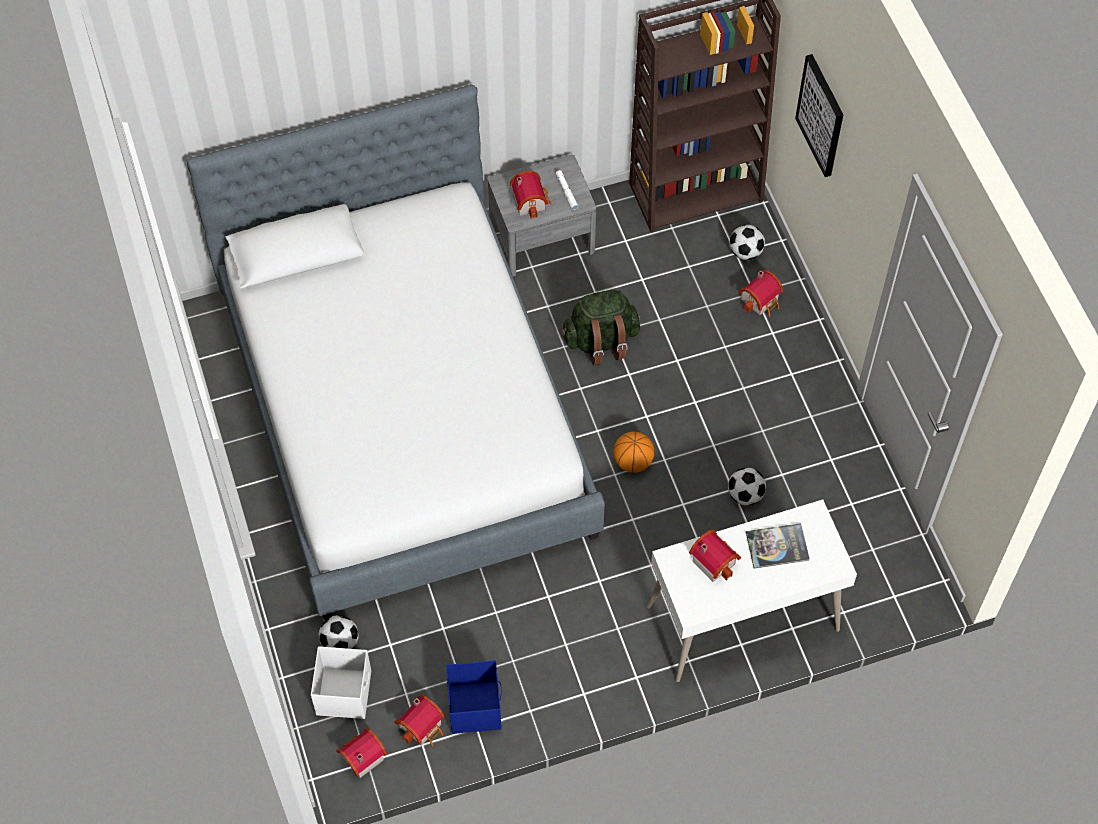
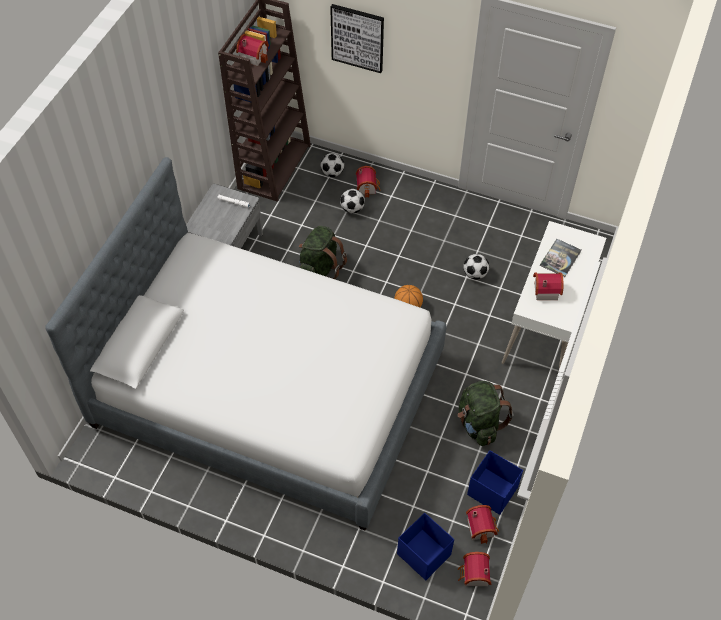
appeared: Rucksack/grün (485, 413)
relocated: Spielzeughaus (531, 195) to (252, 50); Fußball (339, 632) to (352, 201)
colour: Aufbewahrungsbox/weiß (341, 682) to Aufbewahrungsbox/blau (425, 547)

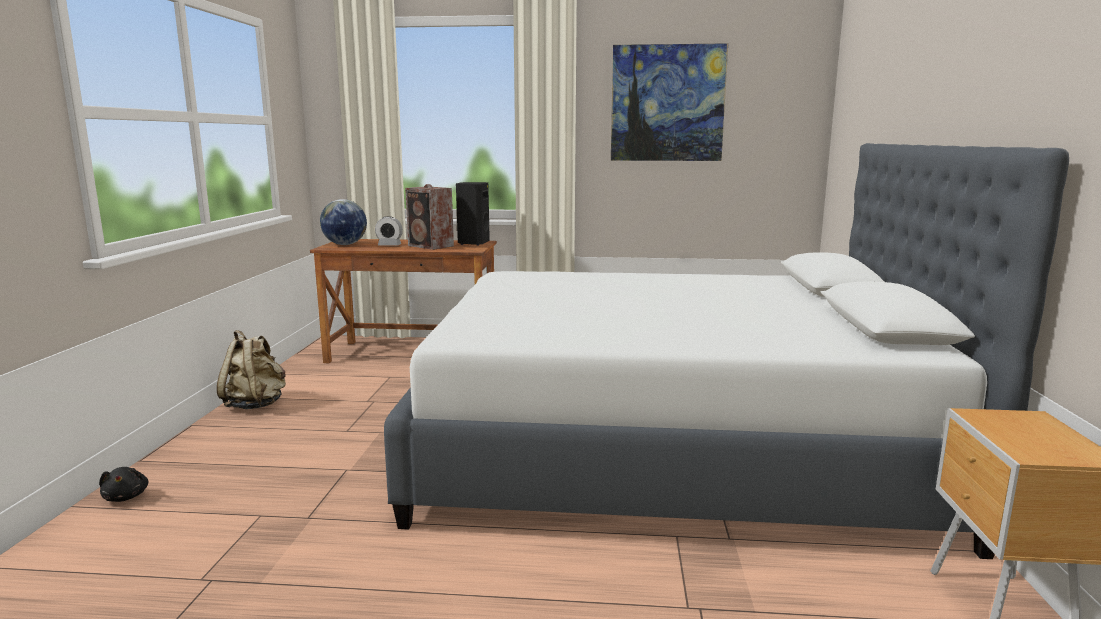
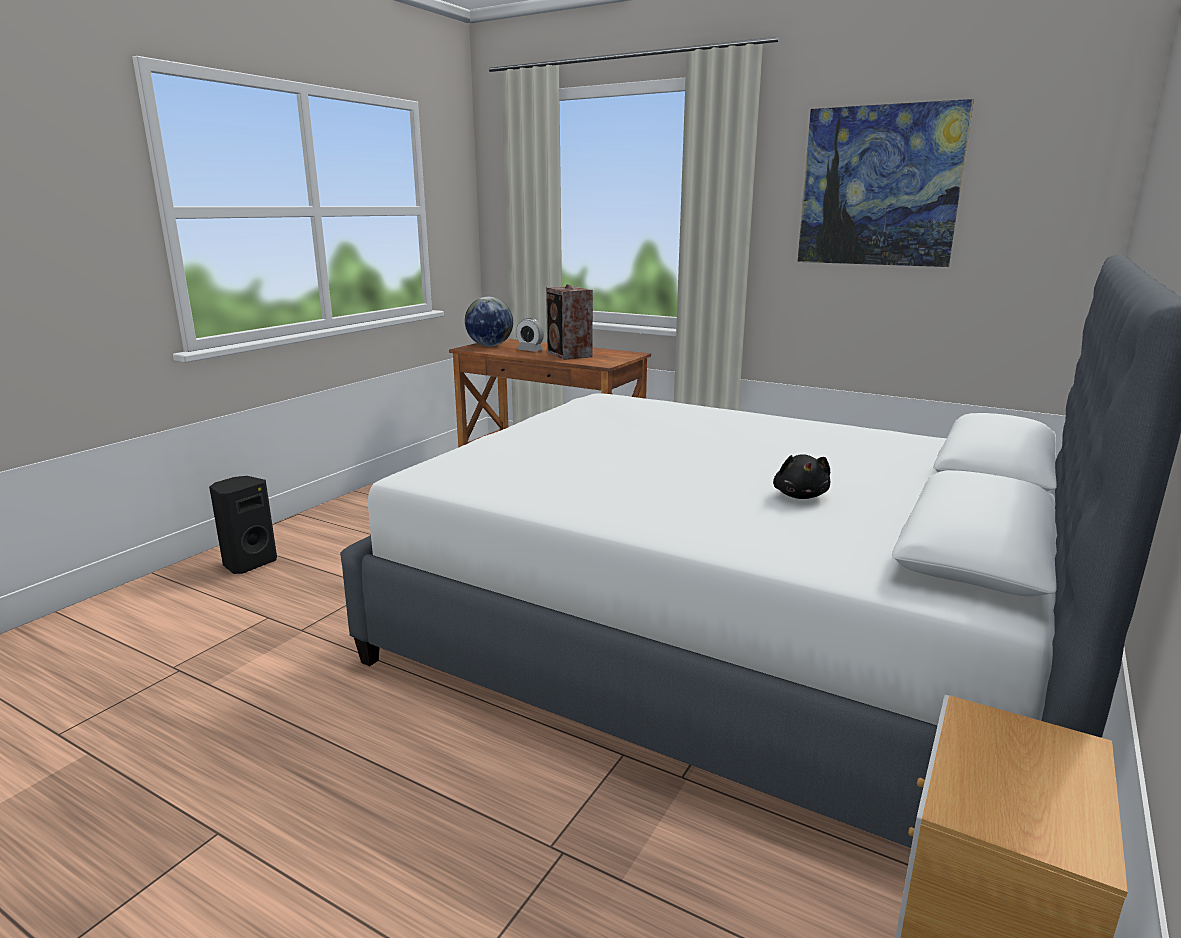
missing: Rucksack/beige (251, 369)
relocated: Lautsprecher/schwarz (473, 214) to (243, 525); Plüschtier/schwarz (123, 484) to (801, 476)

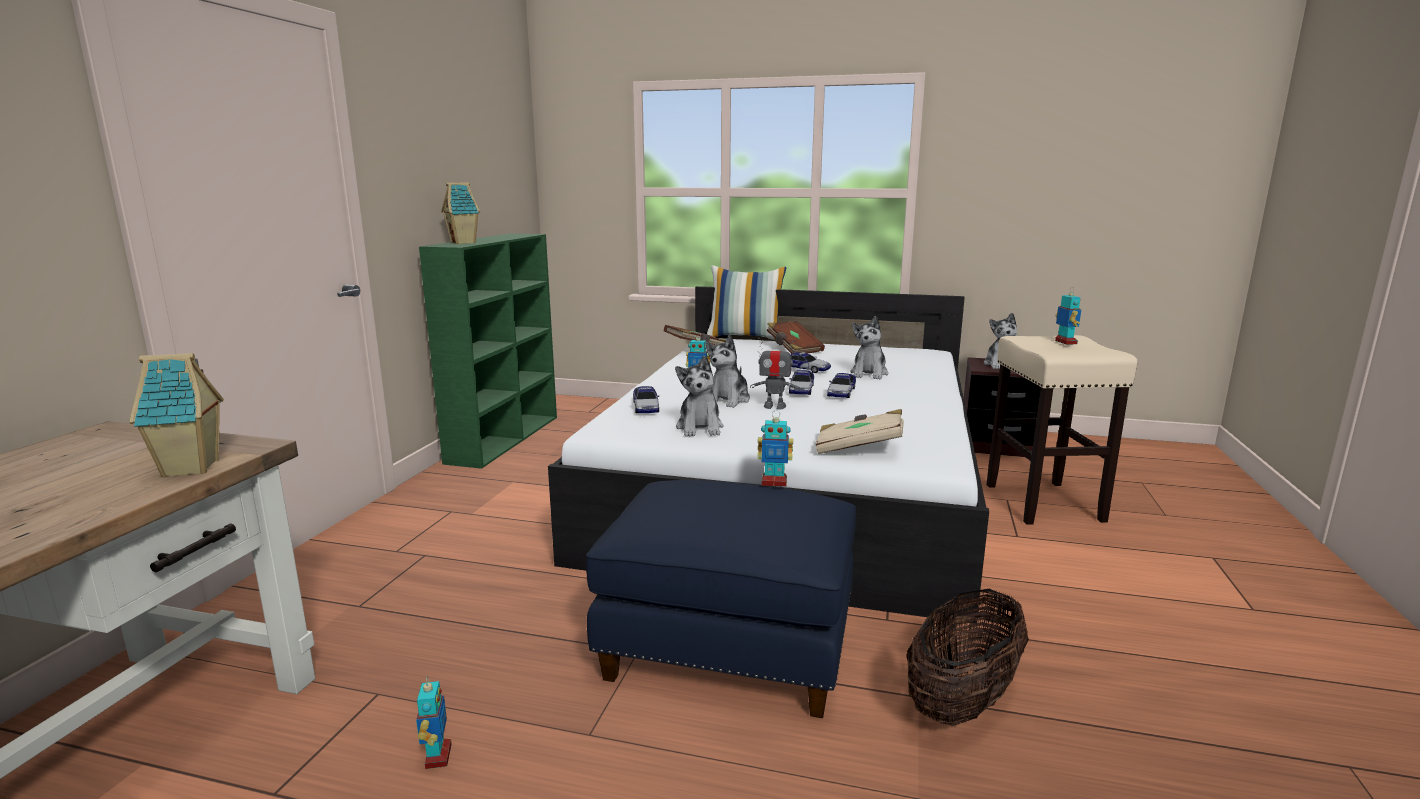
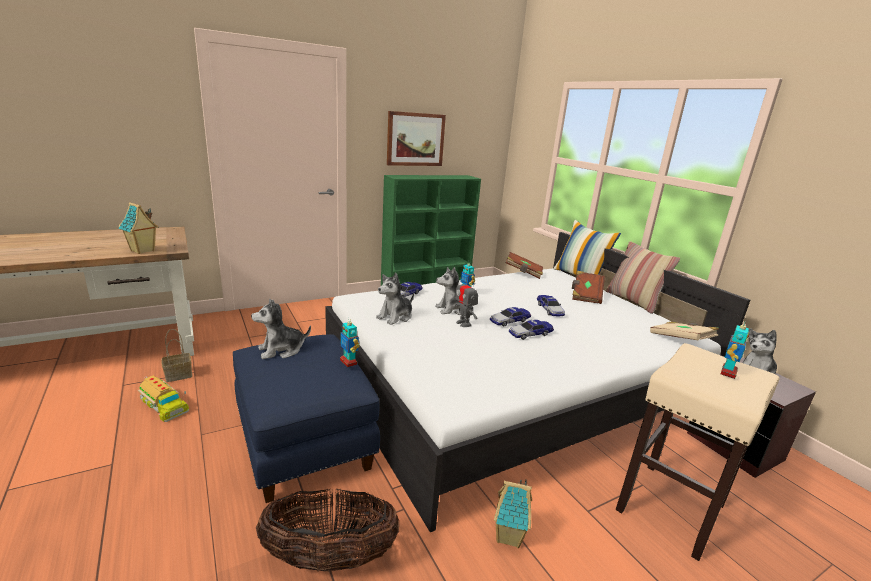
appeared: Korb (176, 355); Bild (416, 138); Kissen (642, 277)
relocated: Plüschtier (869, 347) to (281, 329); Spielzeughaus (460, 213) to (513, 513); Buch/beige (860, 431) to (684, 331)
exchanged: Spielzeugroboter (434, 722) to Spielzeuglaster (163, 398)

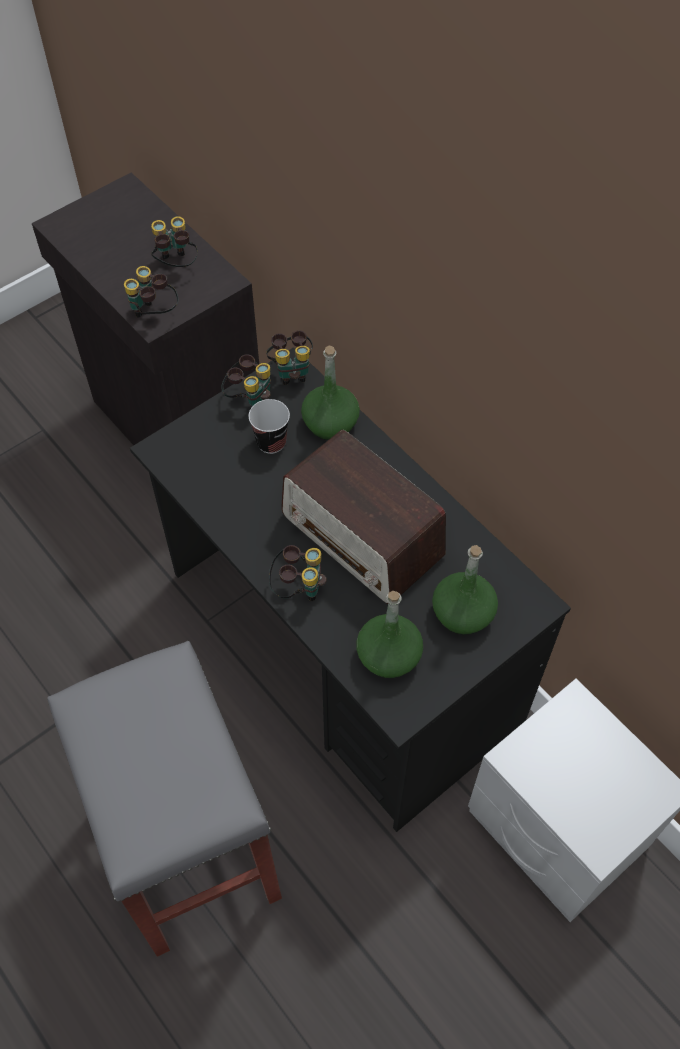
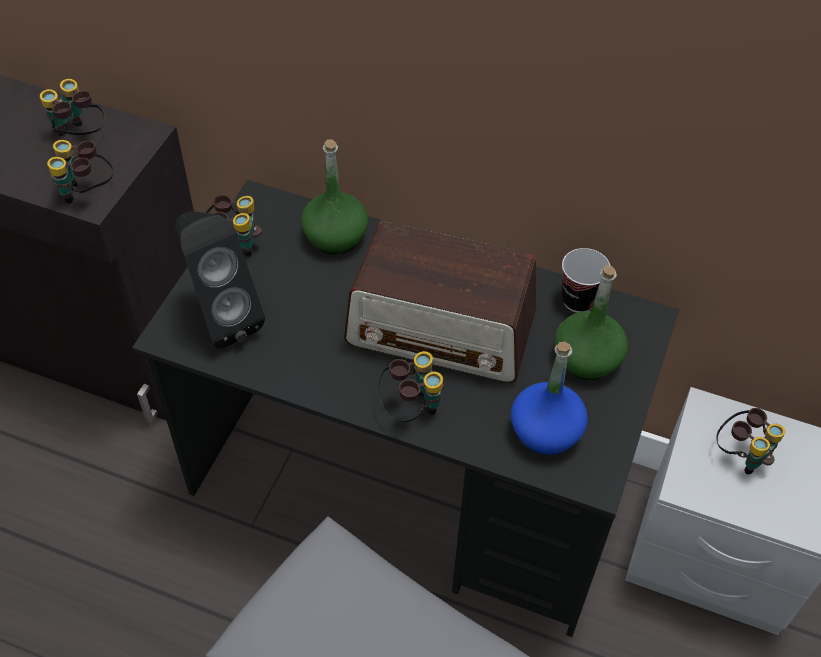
appeared: Lautsprecher/schwarz (220, 280)
relocated: Tasse (269, 426) to (586, 280); Fernglas (289, 357) to (750, 441)
colour: Flasche/grün (389, 634) to Flasche/blau (549, 398)

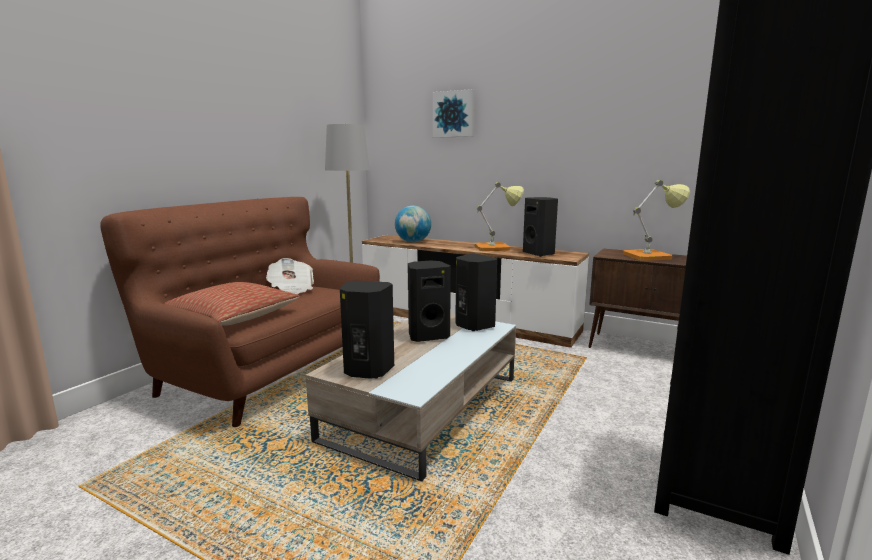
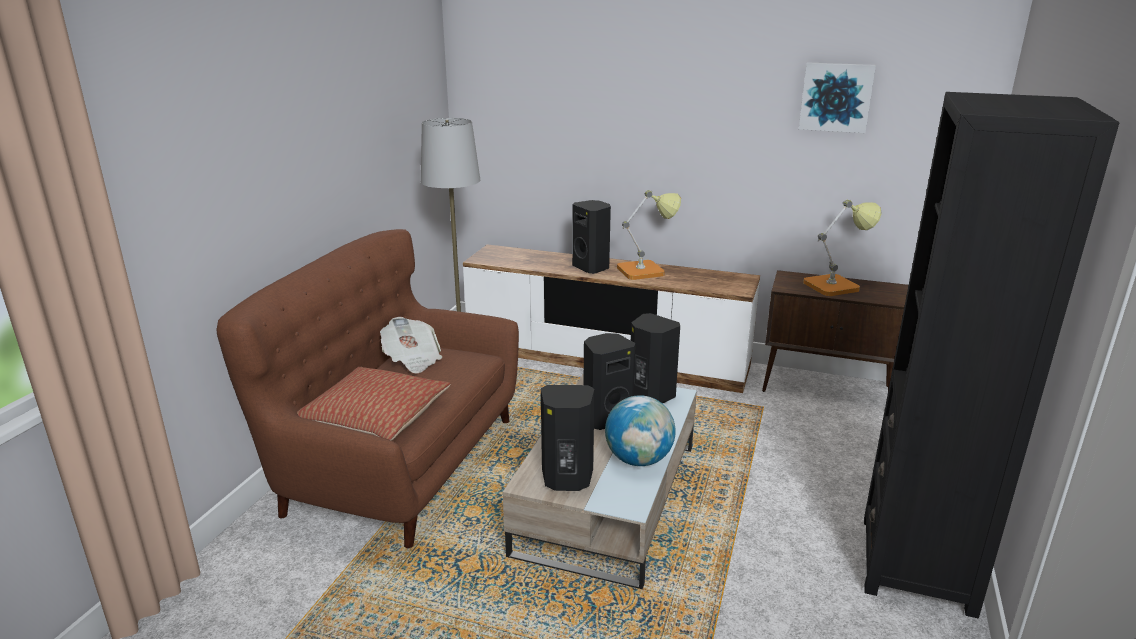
relocated: Lautsprecher/schwarz (540, 227) to (591, 237); Globus (413, 224) to (640, 430); Bild (454, 113) to (837, 97)

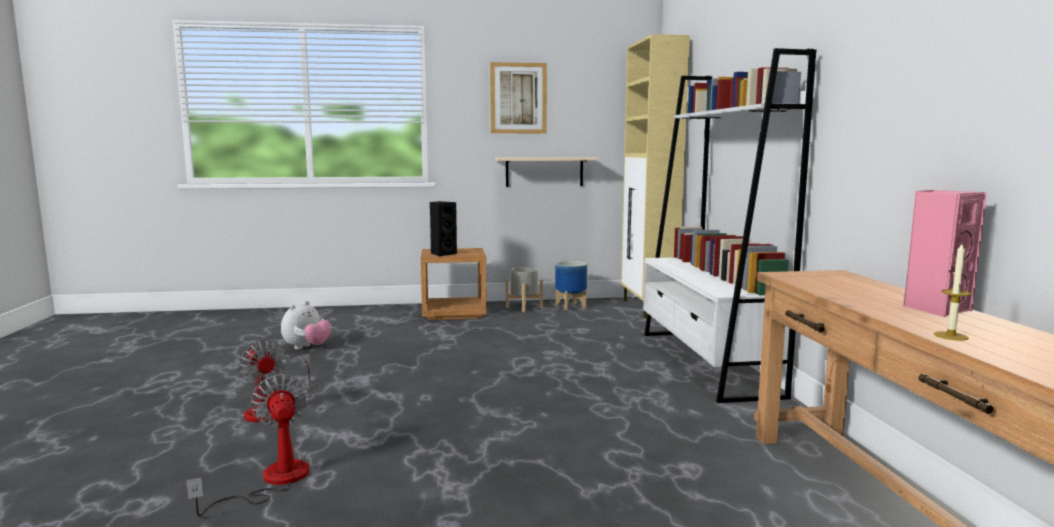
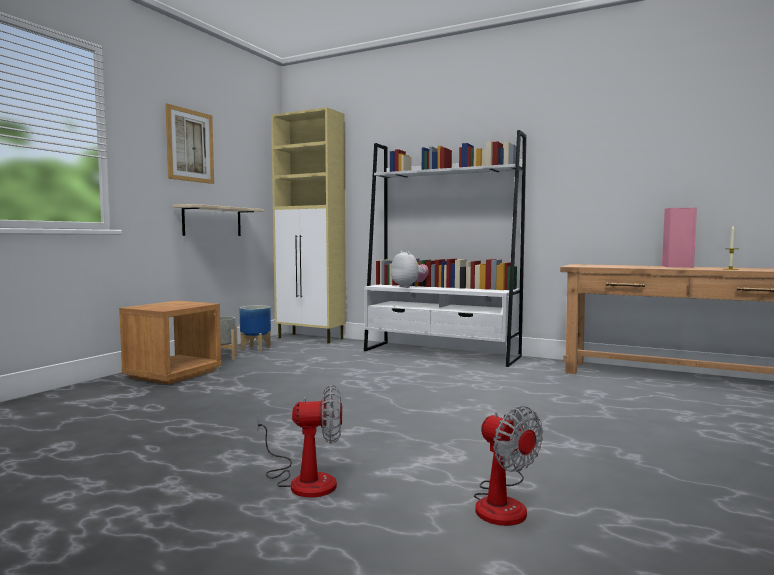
missing: Lautsprecher/schwarz (443, 228)
relocated: Plüschtier (306, 325) to (410, 269)
spun: Ventilator (247, 445) = (508, 466) 135 degrees counterclockwise

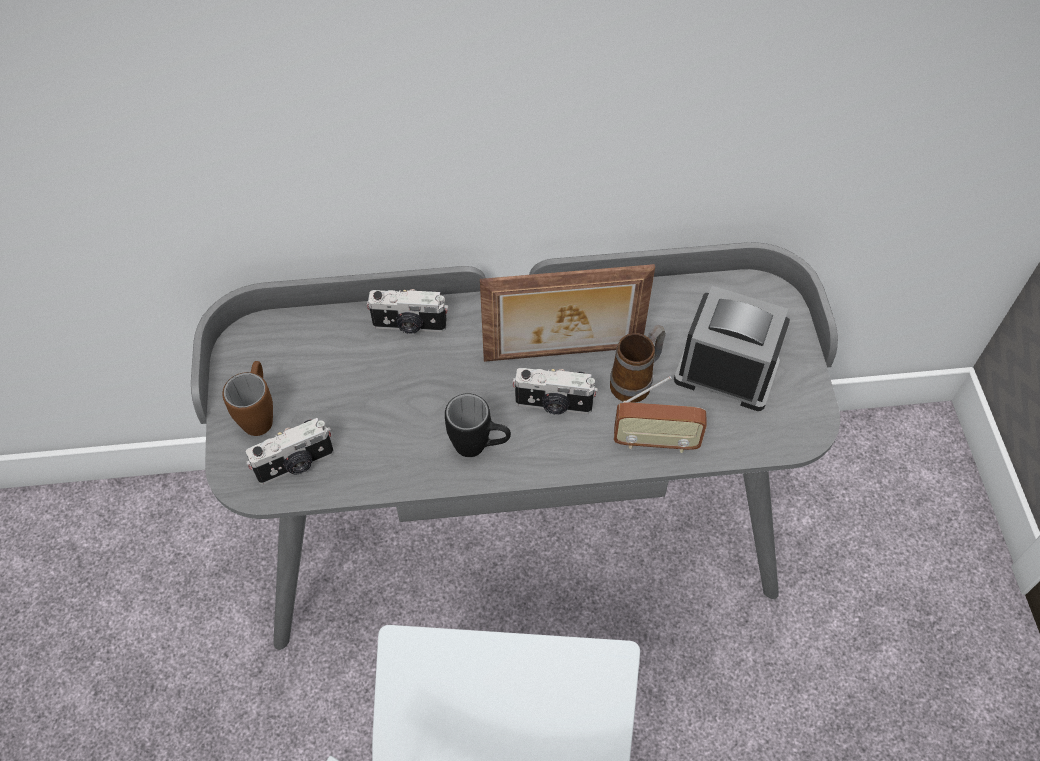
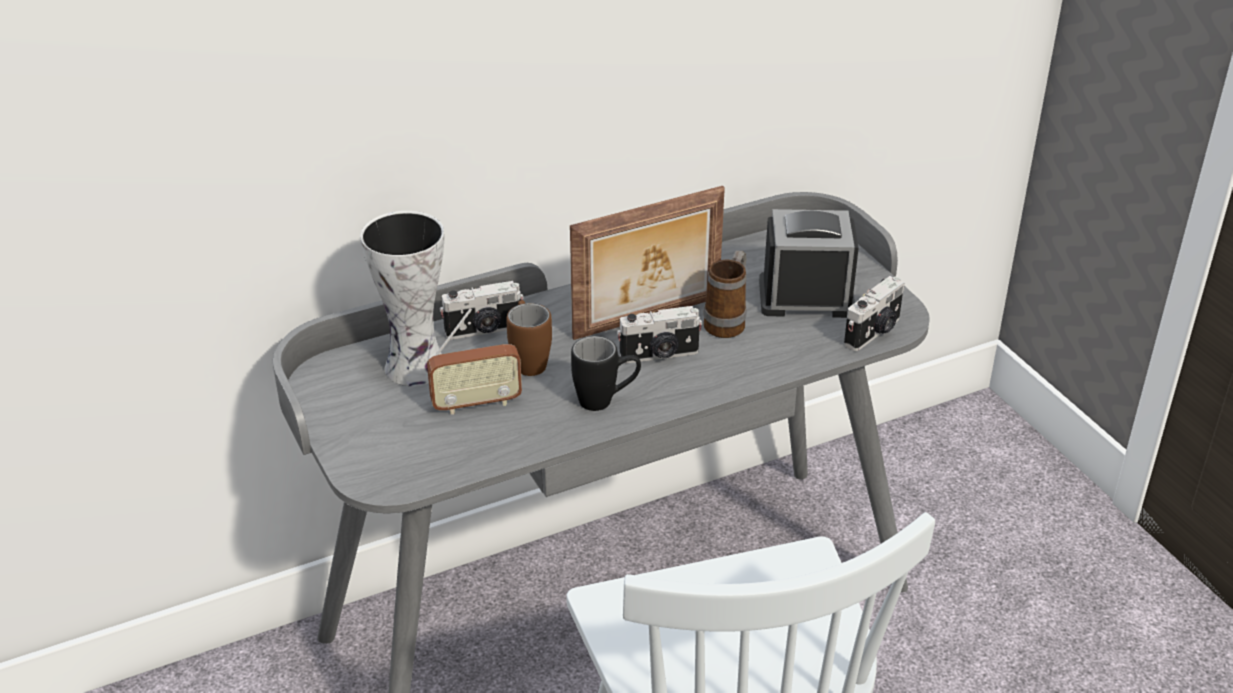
appeared: Vase (402, 298)
relocated: Radio (660, 414) to (474, 362); Henkelbecher/braun (247, 398) to (529, 338); Kamera (290, 451) to (874, 313)

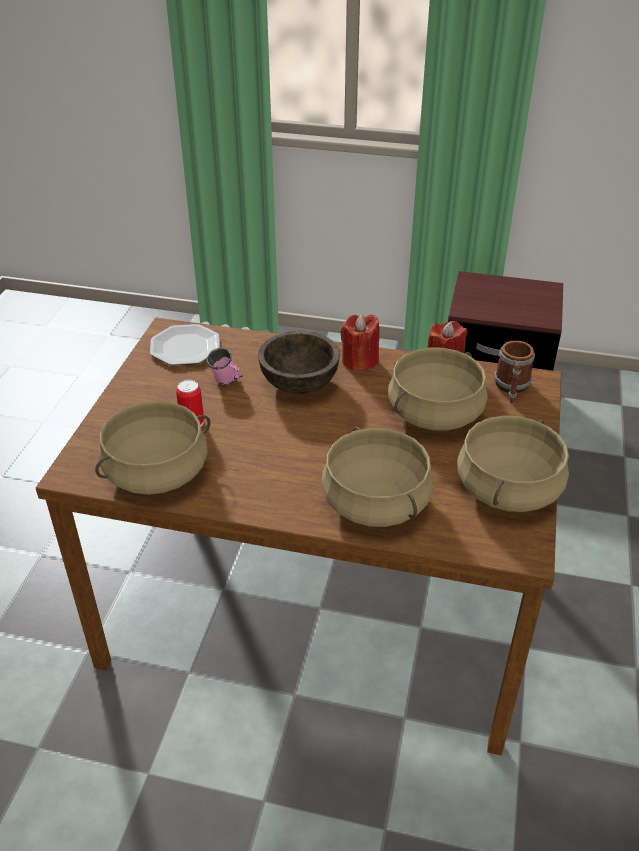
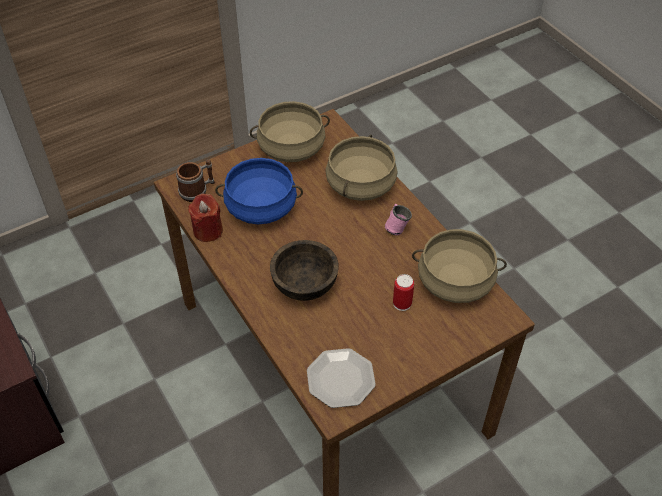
missing: Kerze/rot (360, 342)
relocated: Henkelbecher/rosa (224, 366) to (398, 219)
colour: Kochtopf/beige (438, 389) to Kochtopf/blau (259, 191)

